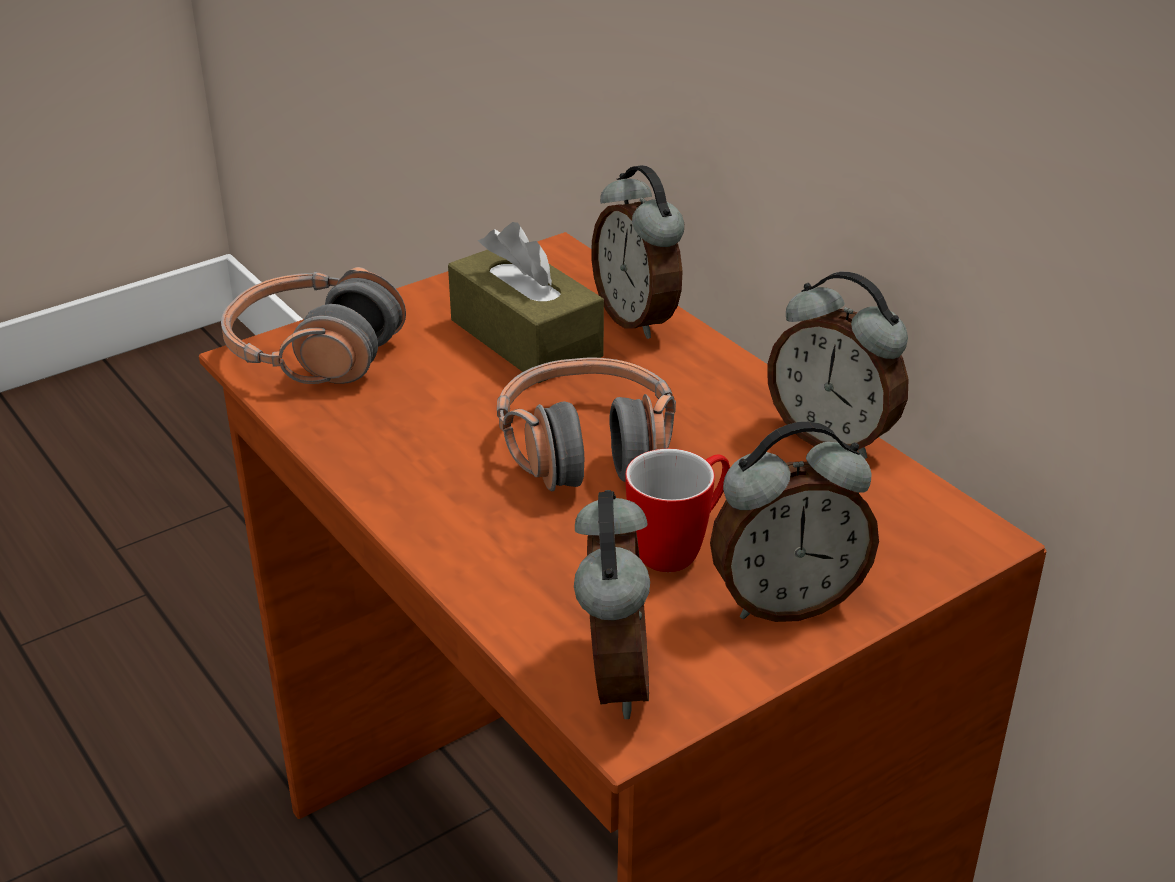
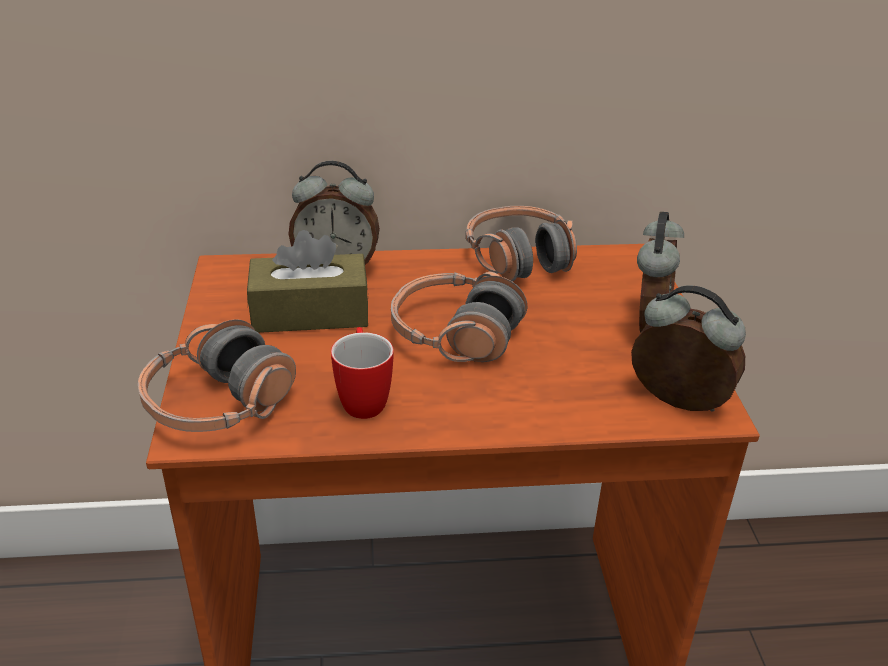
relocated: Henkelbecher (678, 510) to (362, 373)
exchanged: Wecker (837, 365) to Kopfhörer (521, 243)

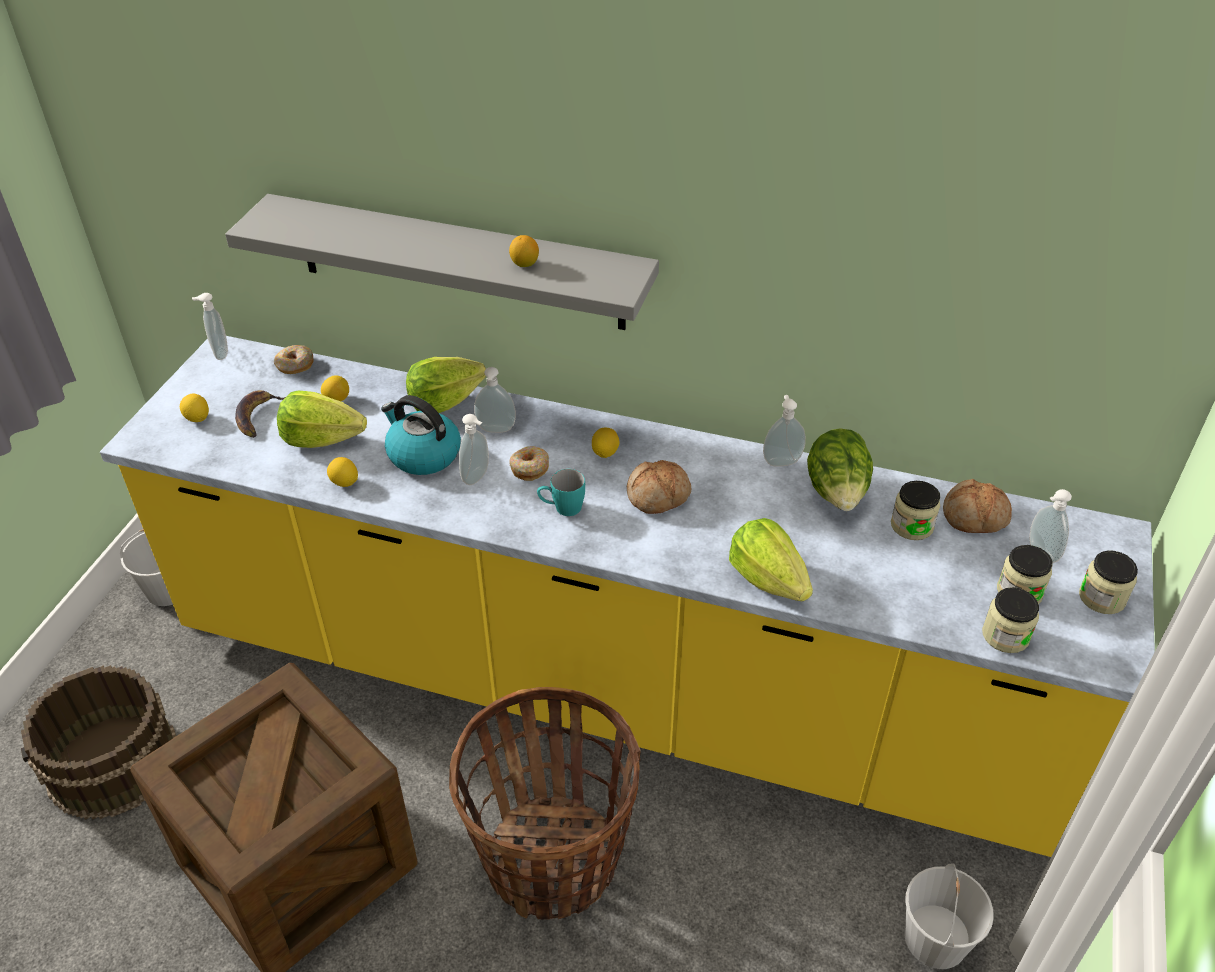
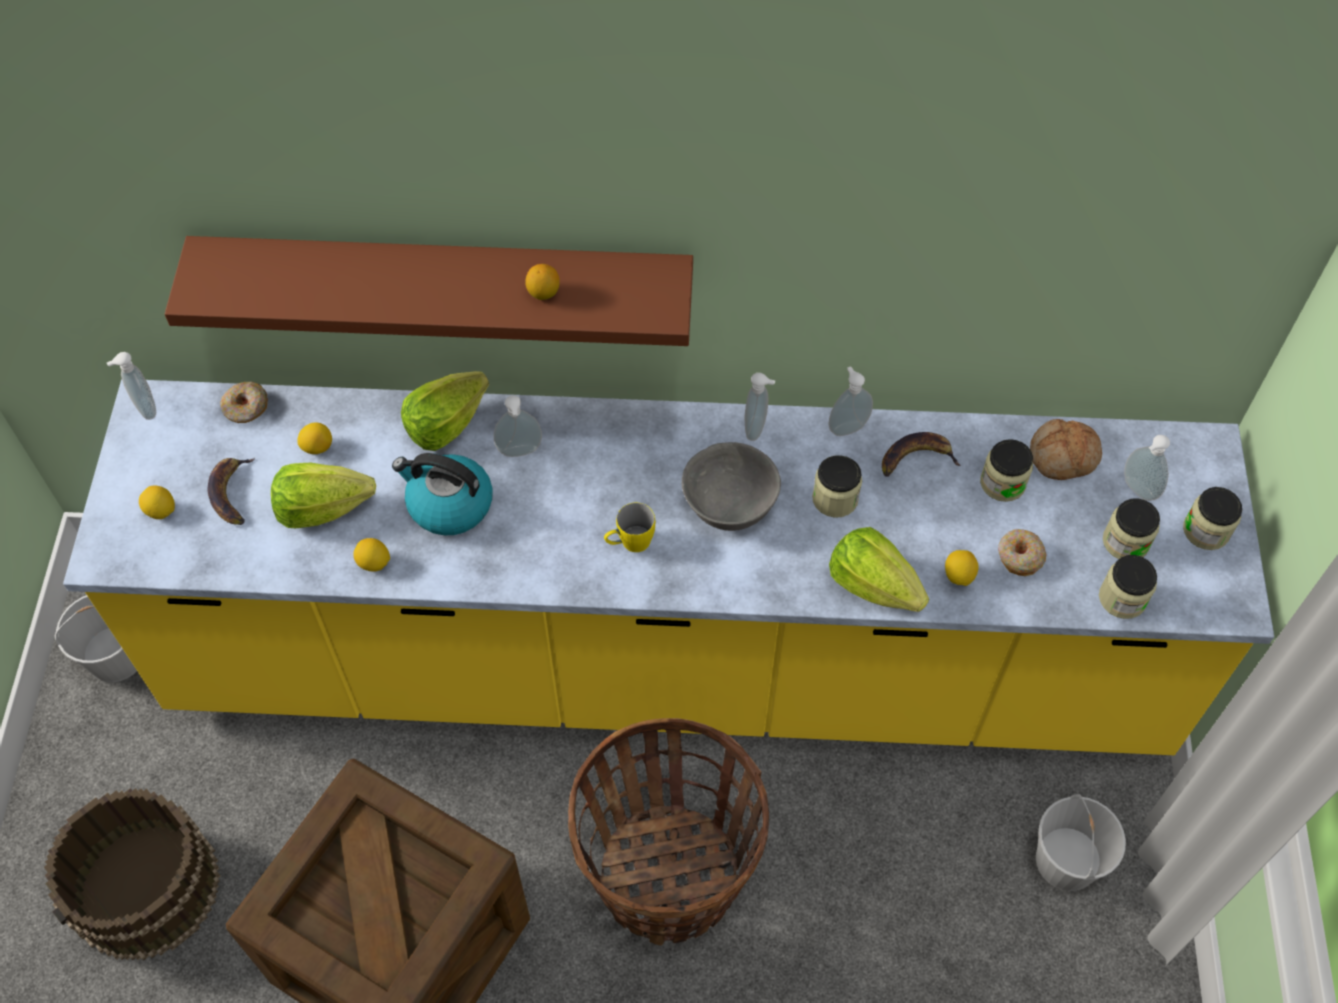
appeared: Vorratsglas (837, 486)
relocated: Seifenspender (474, 449) to (759, 407); Zitrone (606, 442) to (962, 568); Donut (529, 463) to (1022, 552)
exchanged: Brot (659, 487) to Schüssel/grau (731, 486); Salatkopf (840, 470) to Banane (921, 454)
colour: Wandregal/grau (442, 262) to Wandregal/braun (429, 291); Henkelbecher/türkis (561, 492) to Henkelbecher/gelb (629, 527)

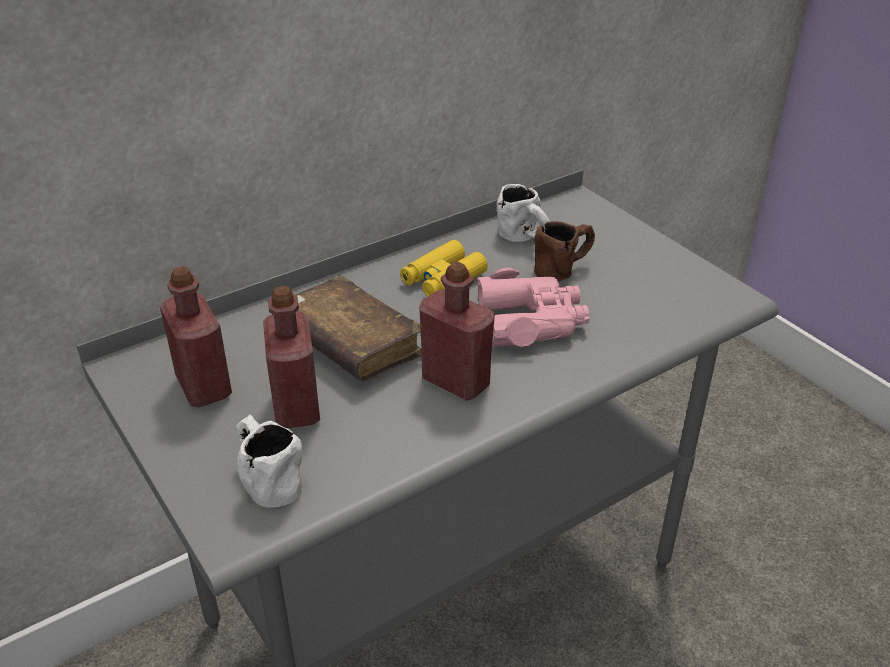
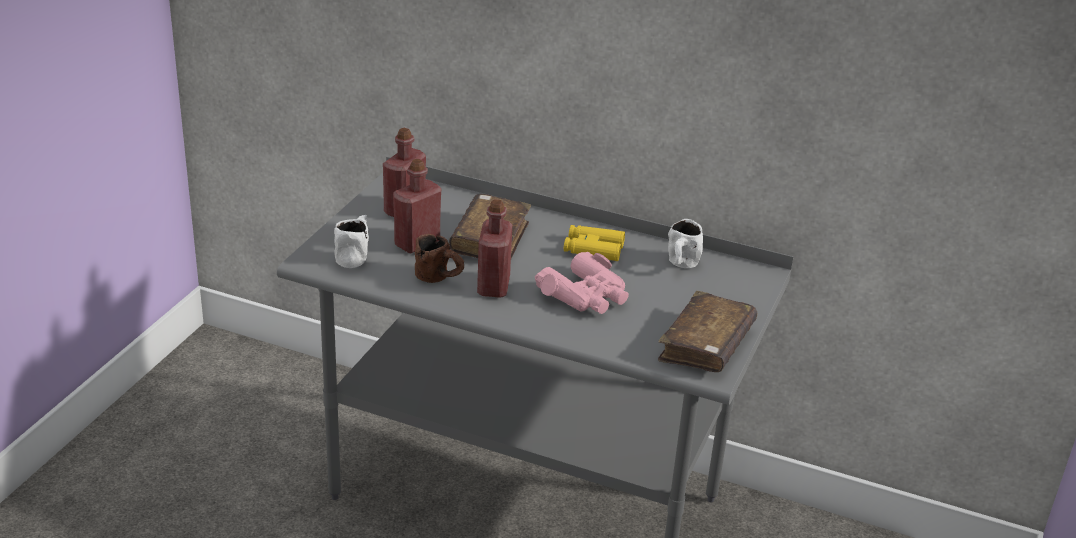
appeared: Buch/braun (707, 331)
relocated: Henkelbecher/braun (564, 251) to (439, 258)

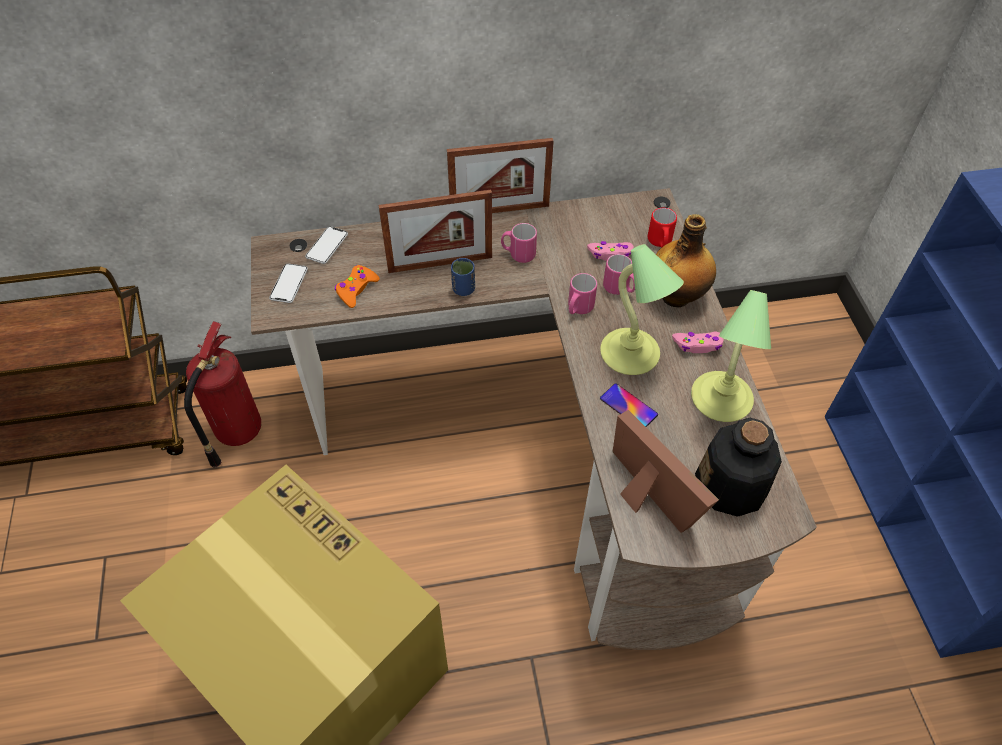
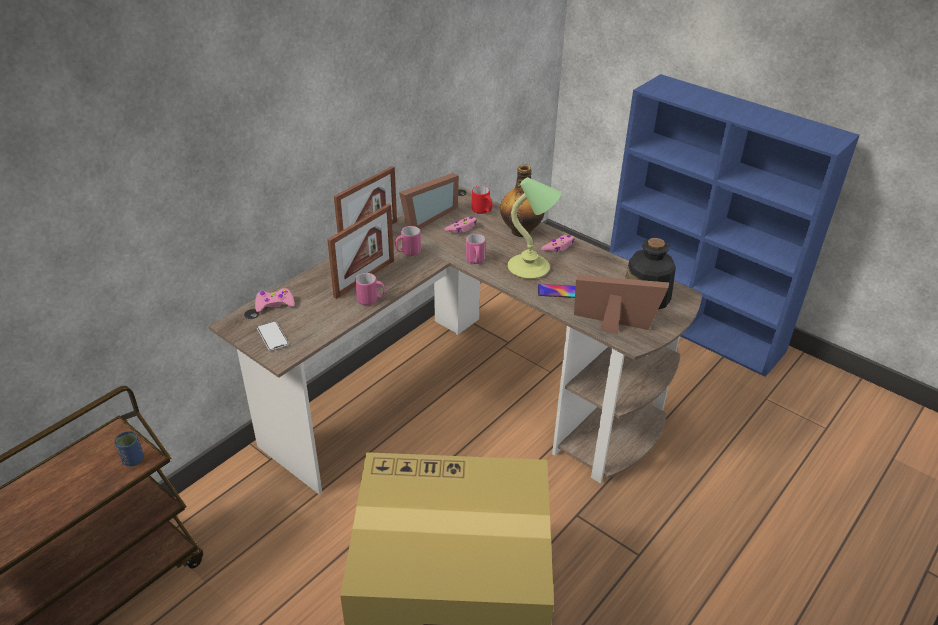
missing: Feuerlöscher (222, 394); Gamepad/orange (357, 286); Tischlampe (731, 356)
appeared: Bilderrahmen (429, 201)
relocated: Tasse/blau (463, 277) to (129, 448); Henkelbecher/rosa (619, 274) to (370, 289)
exchanged: Handy (326, 245) to Gamepad/rosa (275, 300)

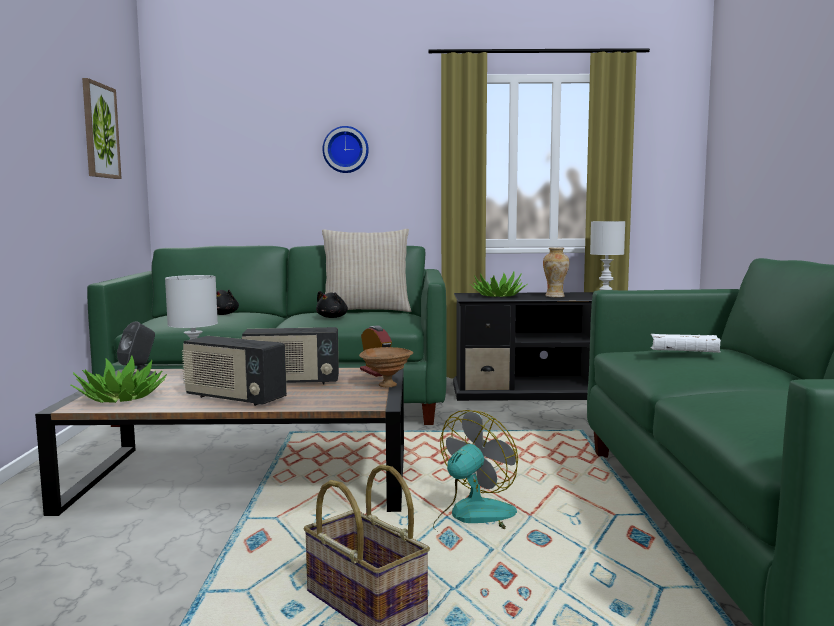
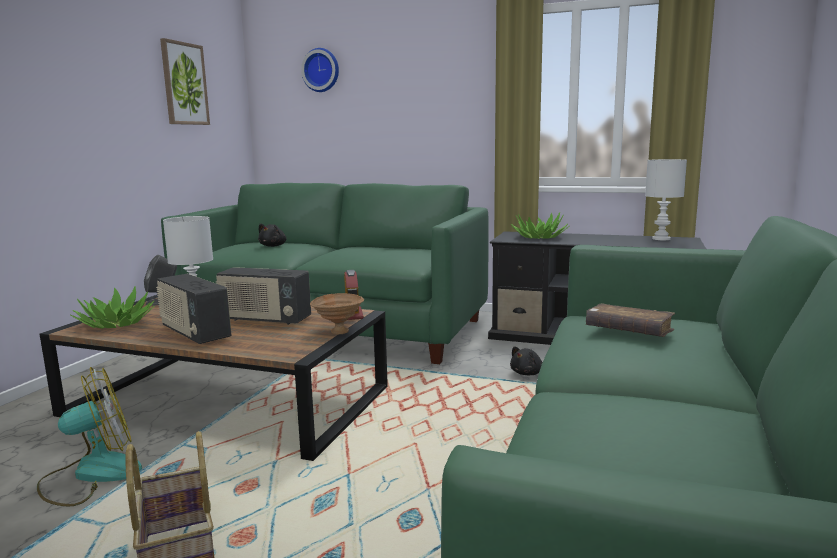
missing: Kissen/beige (366, 270); Vase (556, 272)
relocated: Ventilator (475, 474) to (89, 437); Wanduhr (346, 149) to (320, 70); Plüschtier/schwarz (332, 304) to (526, 360)
colour: Buch/weiß (686, 343) to Buch/braun (630, 320)

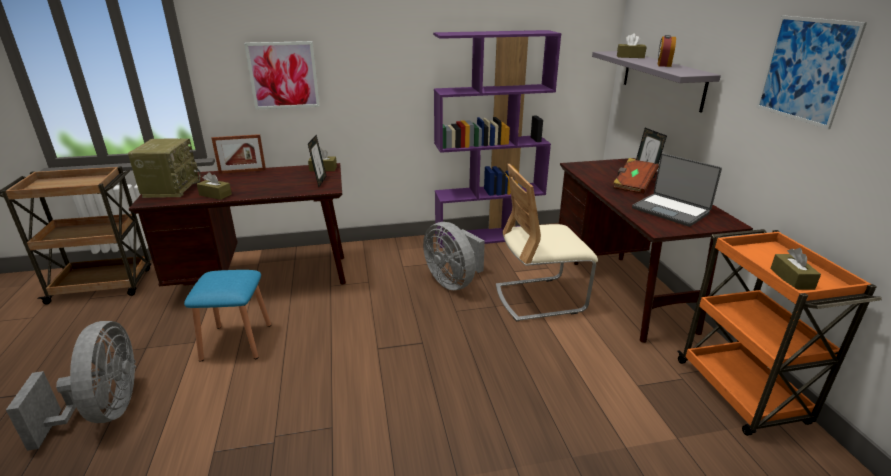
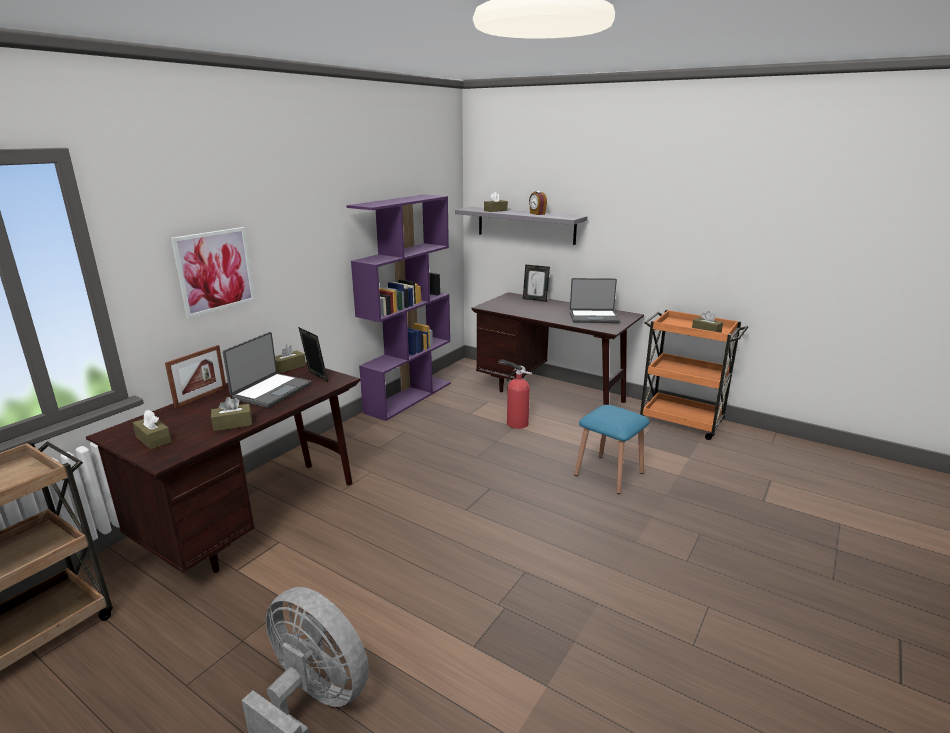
missing: Ventilator/grau (454, 256); Buch/braun (636, 176); Bild (811, 72)
appeared: Laptop (267, 370)
relocated: Hocker/blau (227, 316) to (612, 449)
exchanged: Radio (164, 168) to Taschentuchbox/braun (152, 429); Stuhl/beige (547, 243) to Feuerlöscher (515, 394)

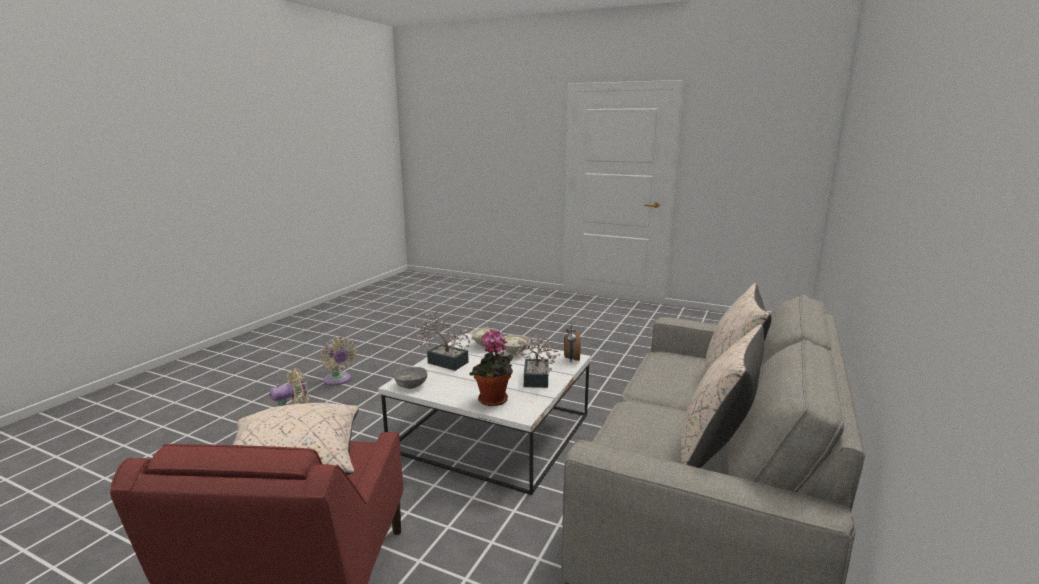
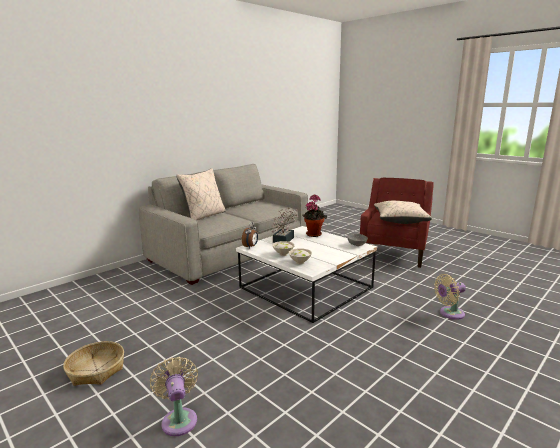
missing: Topfpflanze (444, 341); Kissen/beige (722, 396)
appeared: Korb (93, 363)
relocated: Ventilator/beige (338, 361) to (174, 396)

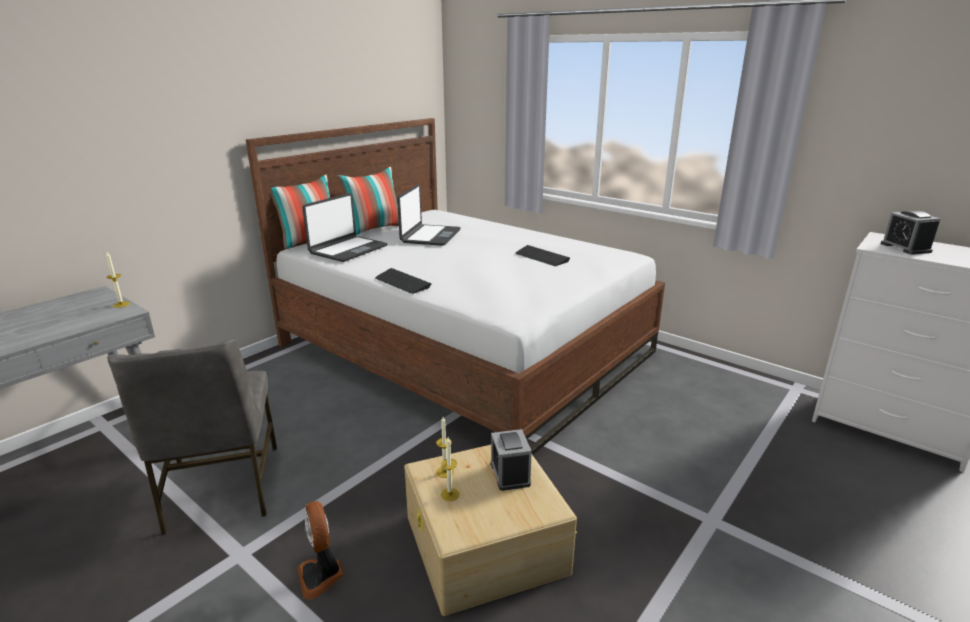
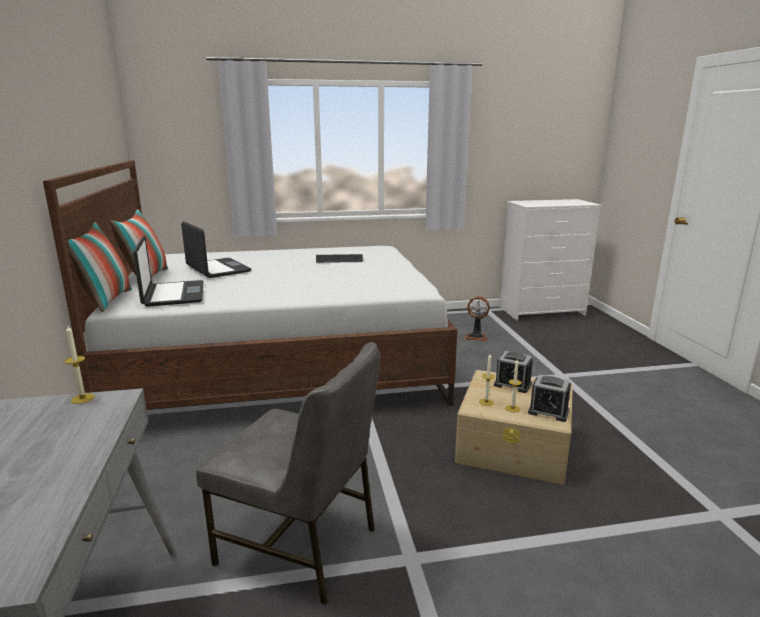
missing: Tastatur (403, 281)
relocated: Ventilator (320, 550) to (477, 318); Wecker (910, 233) to (549, 398)

